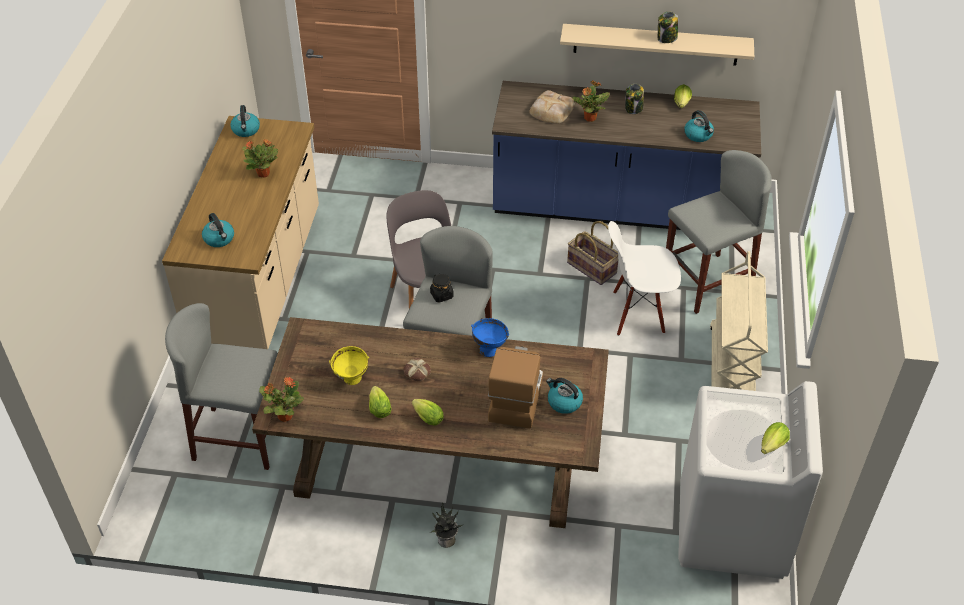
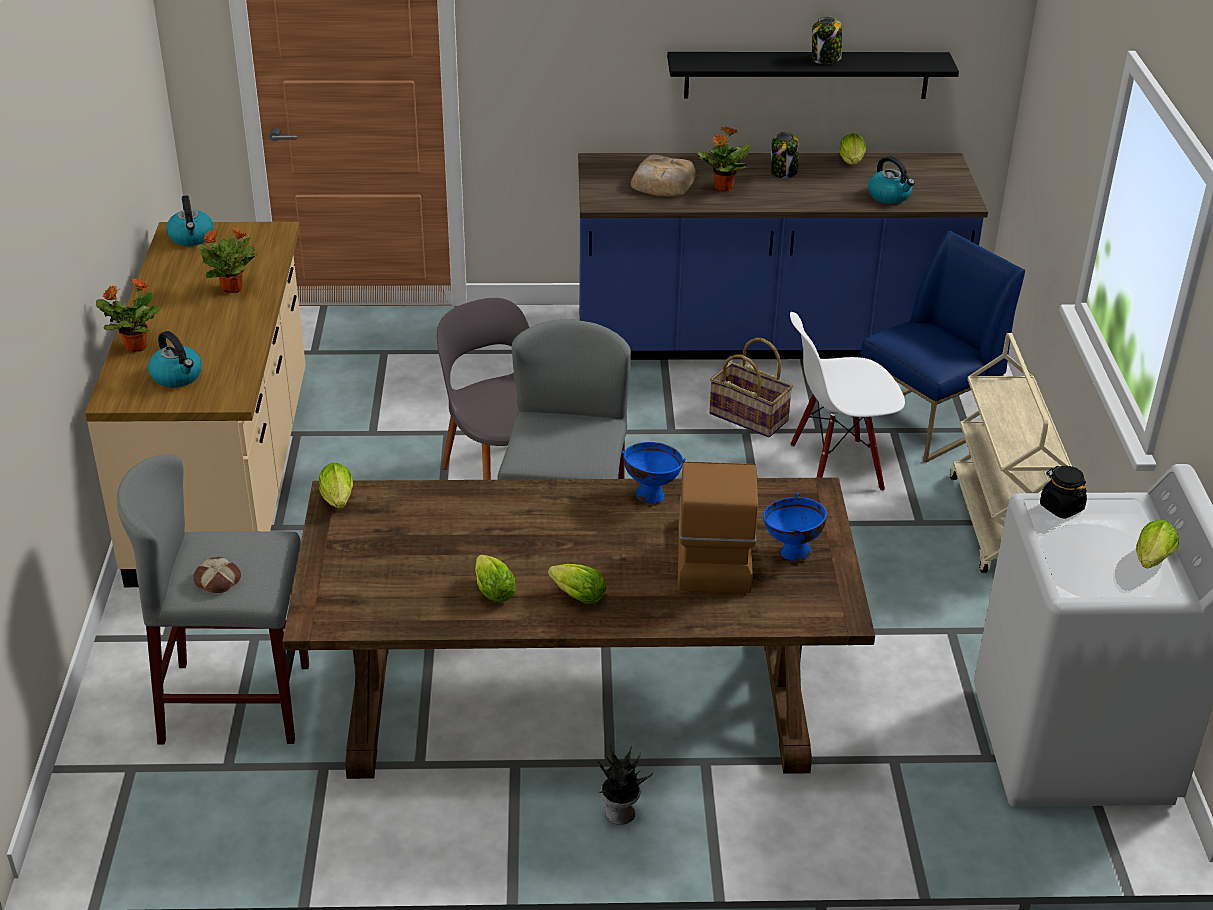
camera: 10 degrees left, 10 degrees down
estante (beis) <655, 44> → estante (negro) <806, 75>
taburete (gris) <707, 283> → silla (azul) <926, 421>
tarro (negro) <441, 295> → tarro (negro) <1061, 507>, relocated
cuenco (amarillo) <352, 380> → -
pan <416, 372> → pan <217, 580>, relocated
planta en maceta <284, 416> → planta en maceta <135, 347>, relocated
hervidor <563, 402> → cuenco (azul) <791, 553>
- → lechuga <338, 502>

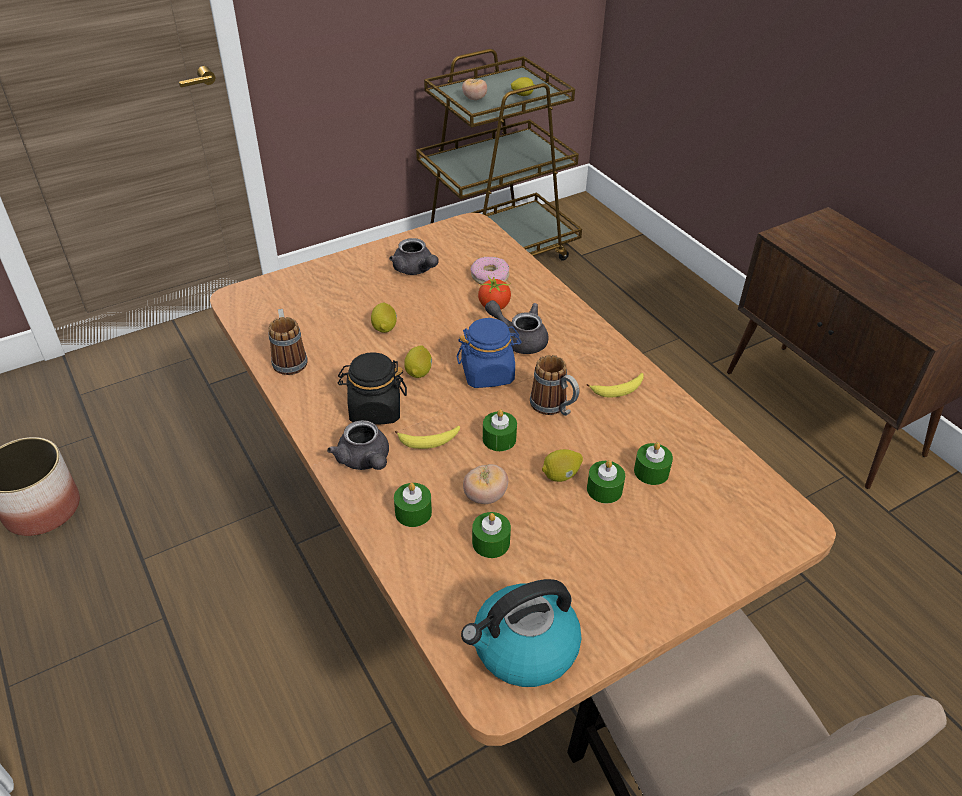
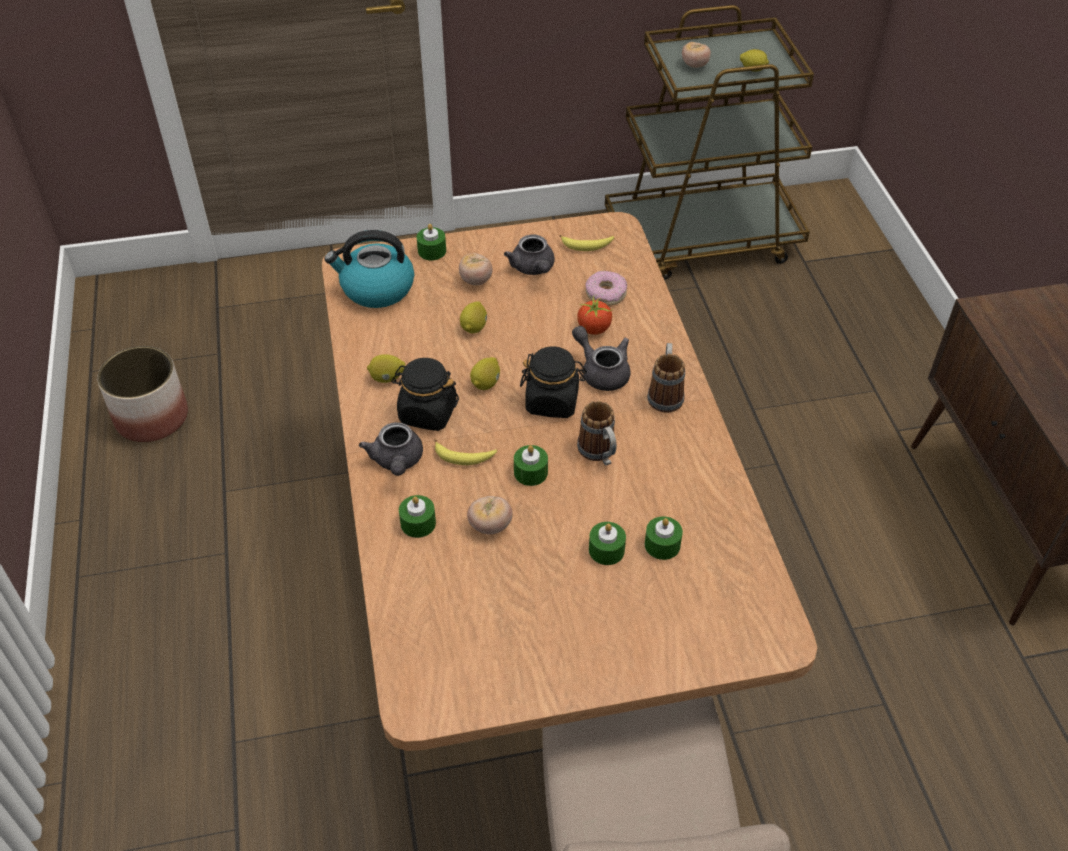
camera: 20 degrees right, 5 degrees up
taza grande <289, 359> → taza grande <665, 394>, relocated
tarro (azul) <488, 373> → tarro (negro) <552, 401>
plátano <618, 389> → plátano <587, 246>, relocated
limón <561, 475> → limón <387, 378>, relocated
vela (verde) <491, 542> → vela (verde) <432, 251>, relocated
hervidor <523, 648> → hervidor <376, 289>, relocated
- → tomate <476, 280>

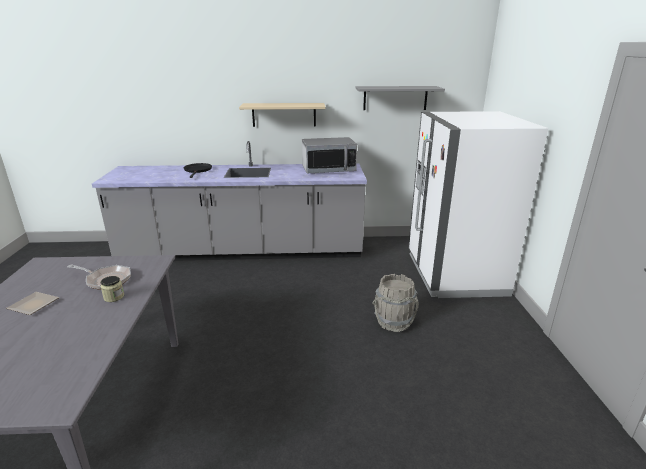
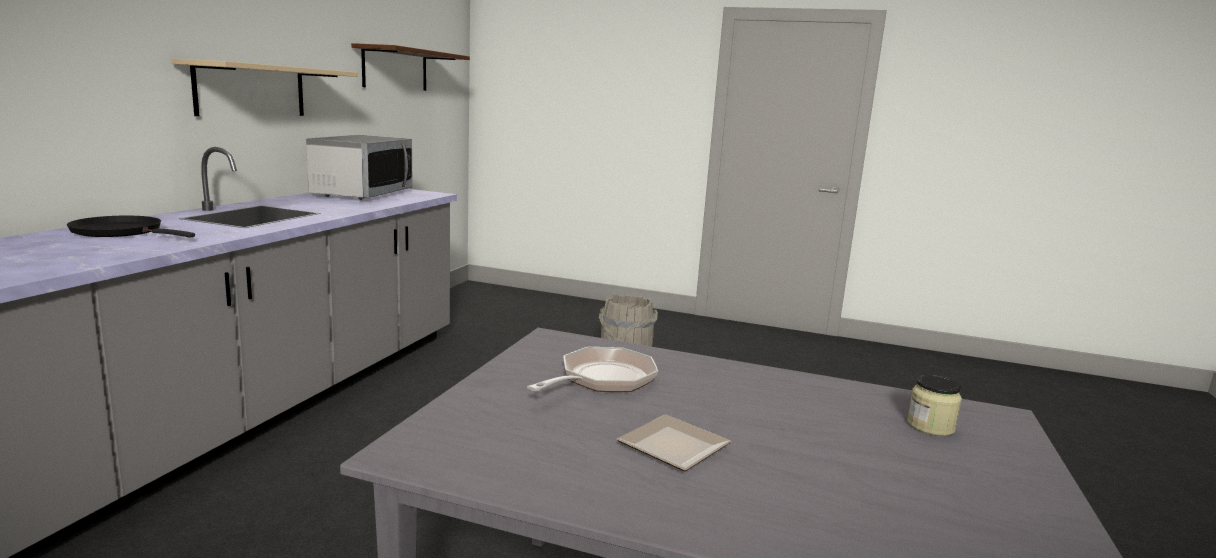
camera: 70 degrees left, 10 degrees down
estante (gris) <395, 98> → estante (marrón) <395, 69>
nevera (blanco) <454, 274> → -
tarro <114, 297> → tarro <930, 426>, relocated

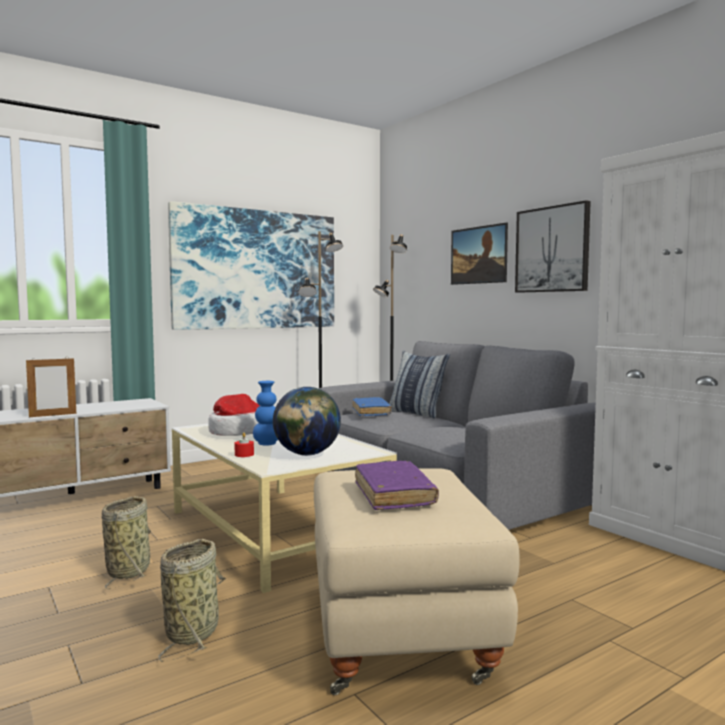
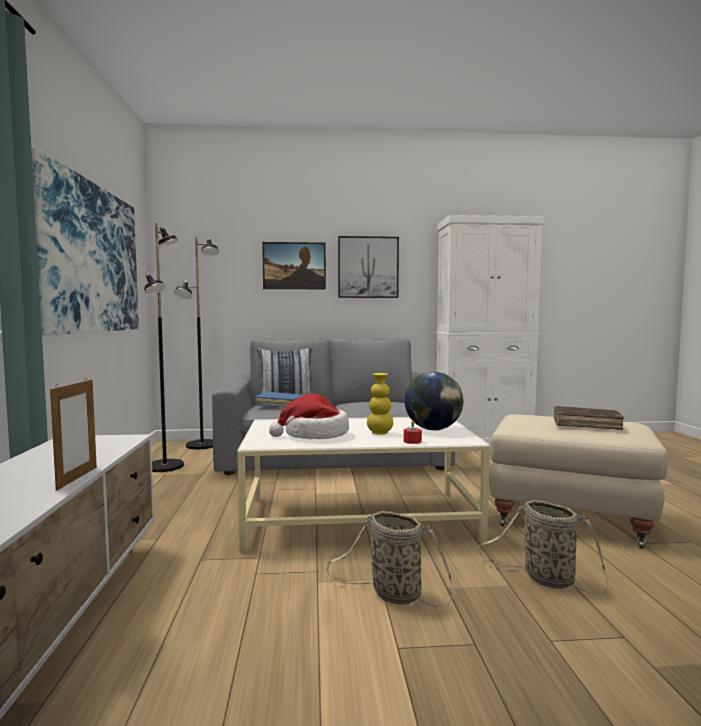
camera: 60 degrees left, 0 degrees up
florero (azul) <267, 444> → florero (amarillo) <379, 433>
libro (morado) <394, 495> → libro (marrón) <586, 424>

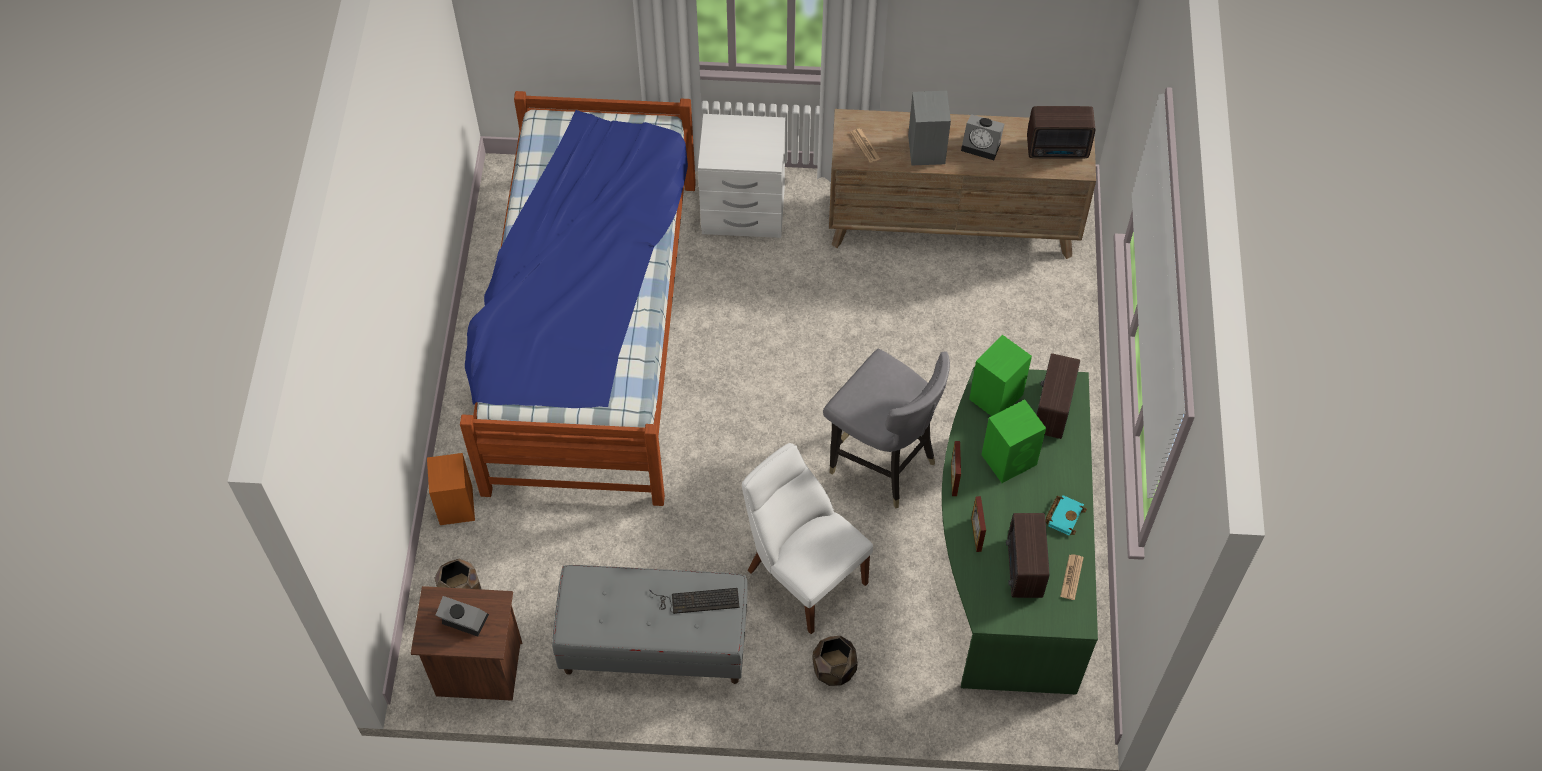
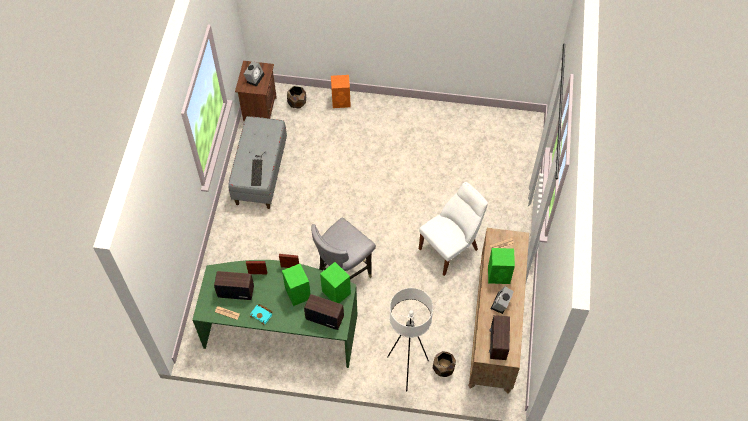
camera: 95 degrees right, 0 degrees up
cama <591, 332> → -
altavoz (gris) <926, 148> → altavoz (verde) <499, 275>
mesita de noche (blanco) <743, 212> → -
silla (blanco) <803, 573> → silla (blanco) <450, 248>, relocated
maceta (marrón) <833, 669> → maceta (marrón) <443, 368>, relocated
- → lámpara de pie (blanco) <407, 369>

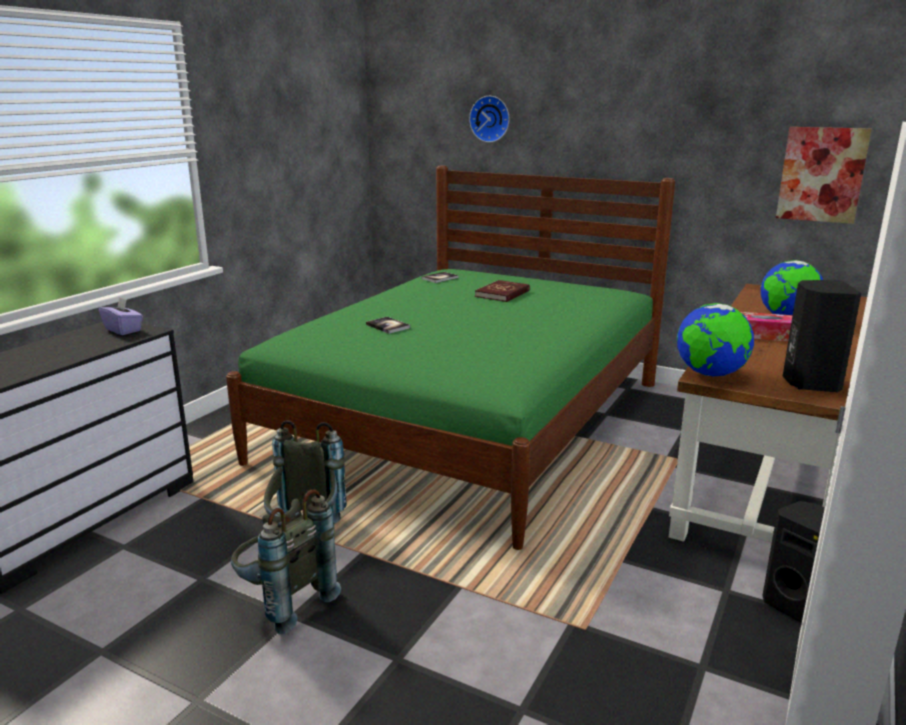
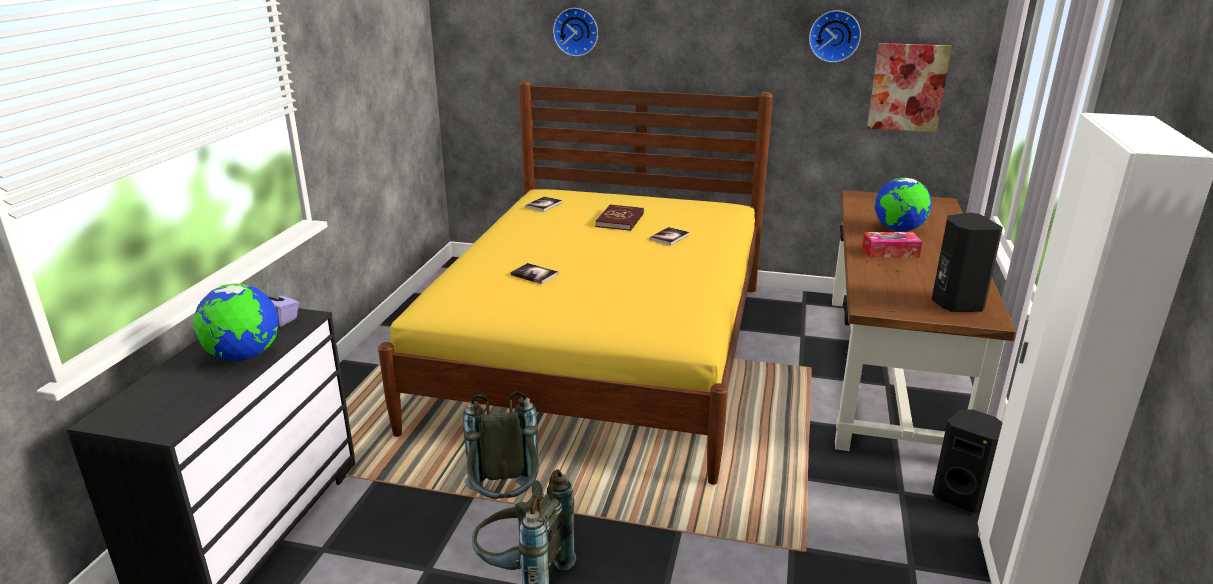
camera: 15 degrees left, 5 degrees up
cama (verde) <469, 420> → cama (amarillo) <601, 351>
globo terráqueo <710, 374> → globo terráqueo <244, 356>, relocated
- → reloj de pared <834, 36>
- → libro <669, 237>

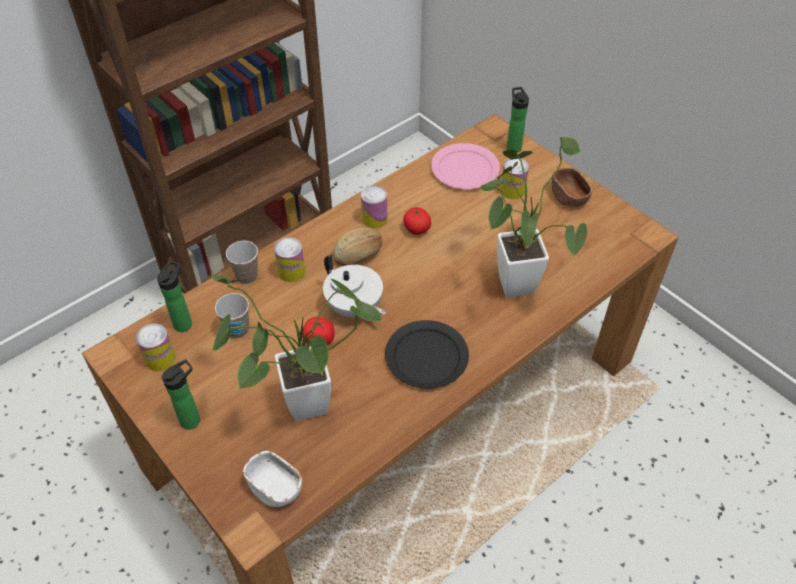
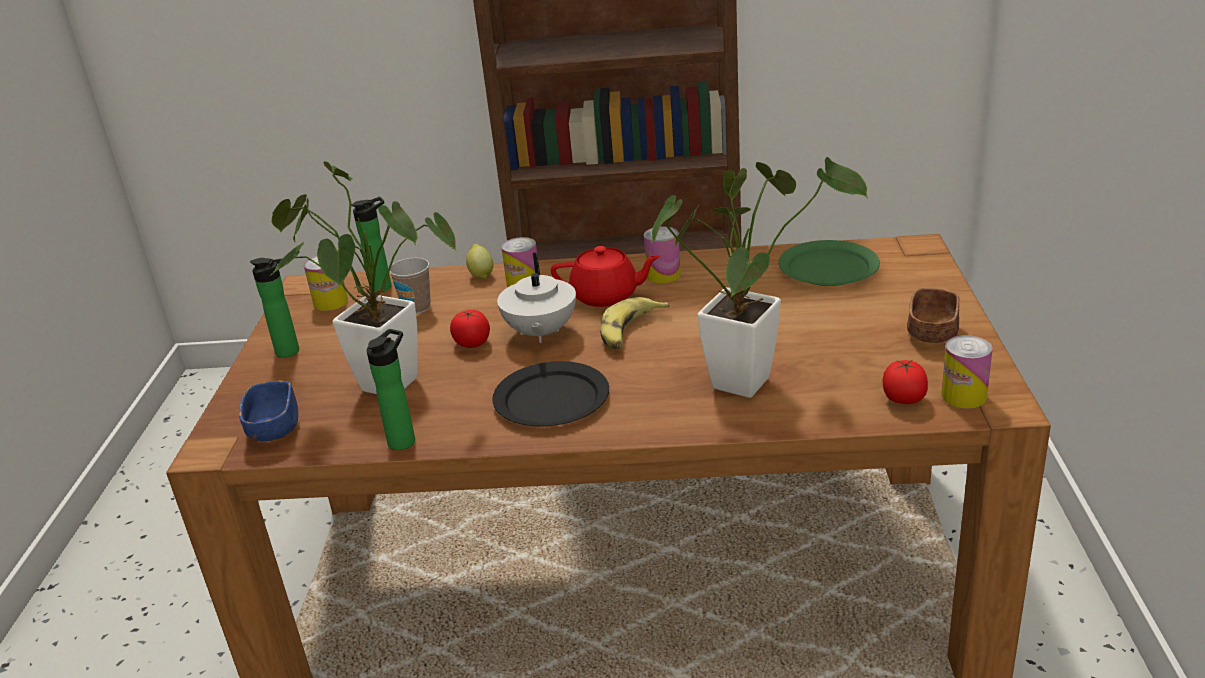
camera: 45 degrees right, 20 degrees down
botella <513, 146> → botella <404, 440>, relocated
plato (rosa) <465, 169> → plato (verde) <829, 267>
lata <512, 190> → lata <963, 396>, relocated
tomate <416, 229> → tomate <903, 398>, relocated
pan <359, 254> → tetera (rojo) <606, 296>
taza <247, 276> → limón <481, 274>
cuenco (blanco) <275, 487> → cuenco (azul) <273, 428>
- → plátano <630, 332>

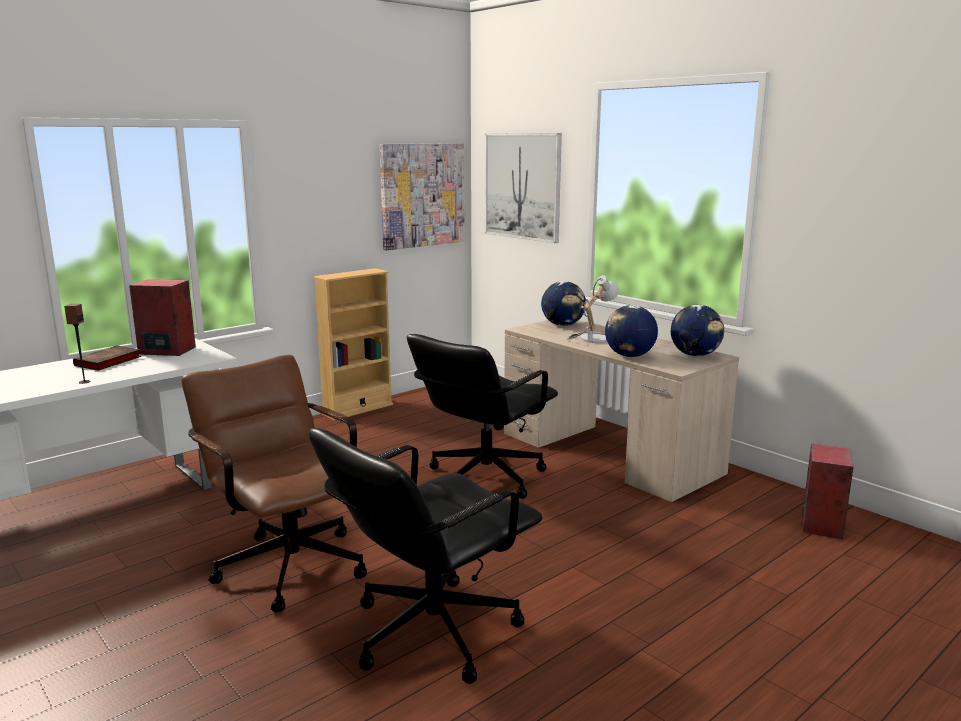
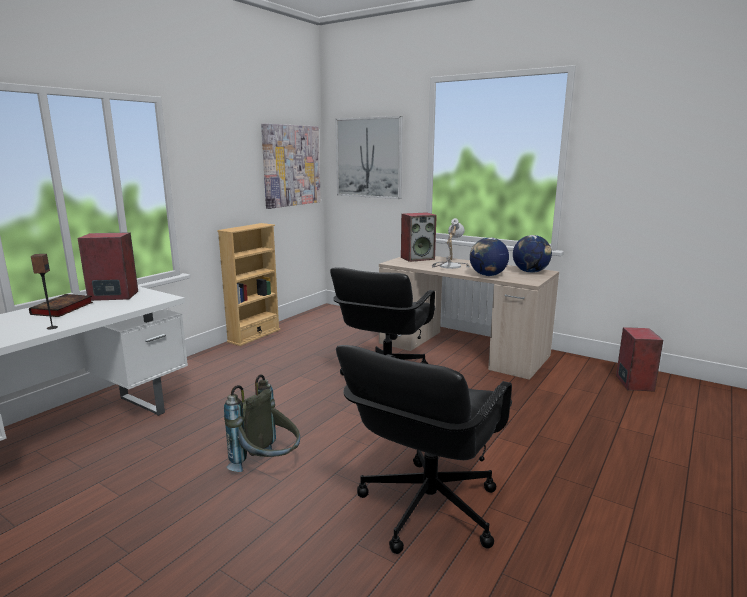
camera: 15 degrees left, 0 degrees up
globo terráqueo <563, 325> → altavoz <417, 258>
silla de oficina (marrón) <286, 561> → mochila (gris) <268, 467>

